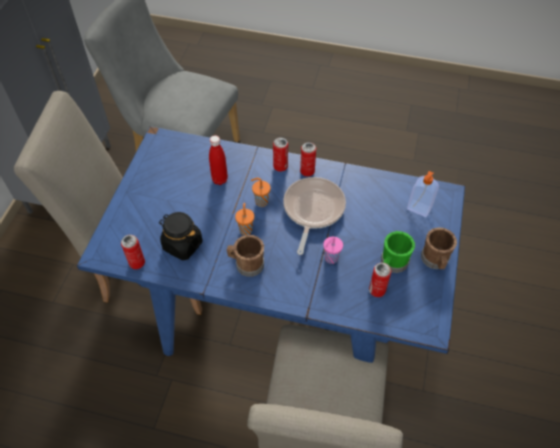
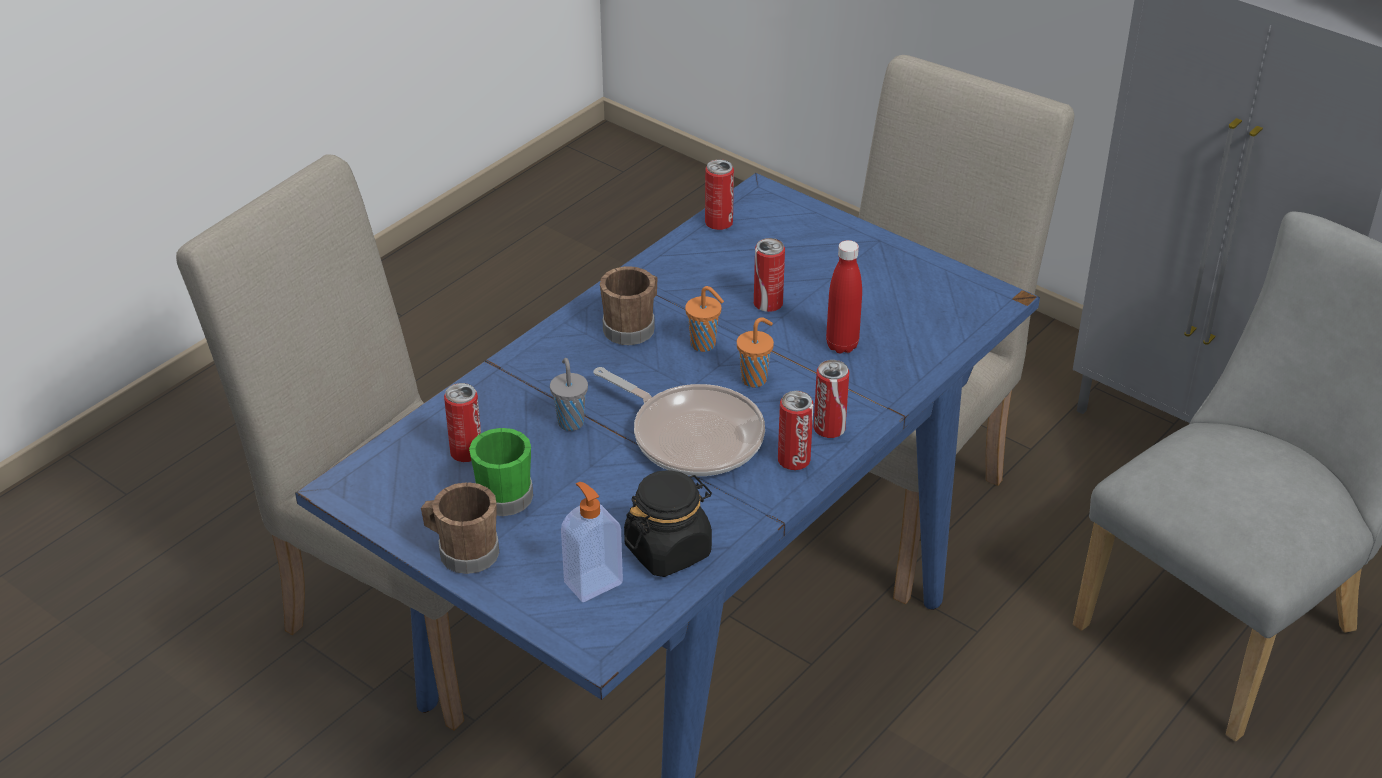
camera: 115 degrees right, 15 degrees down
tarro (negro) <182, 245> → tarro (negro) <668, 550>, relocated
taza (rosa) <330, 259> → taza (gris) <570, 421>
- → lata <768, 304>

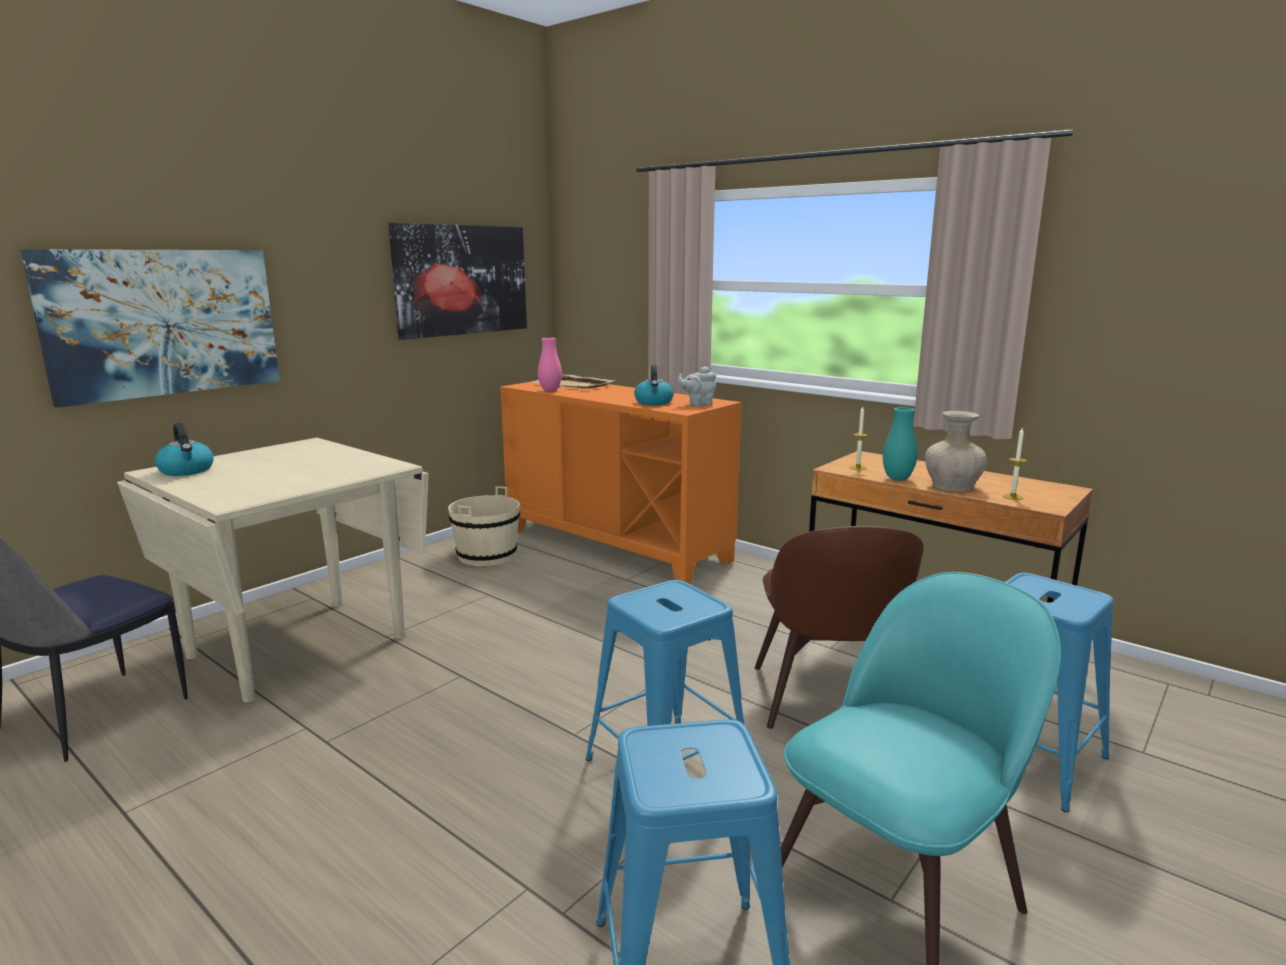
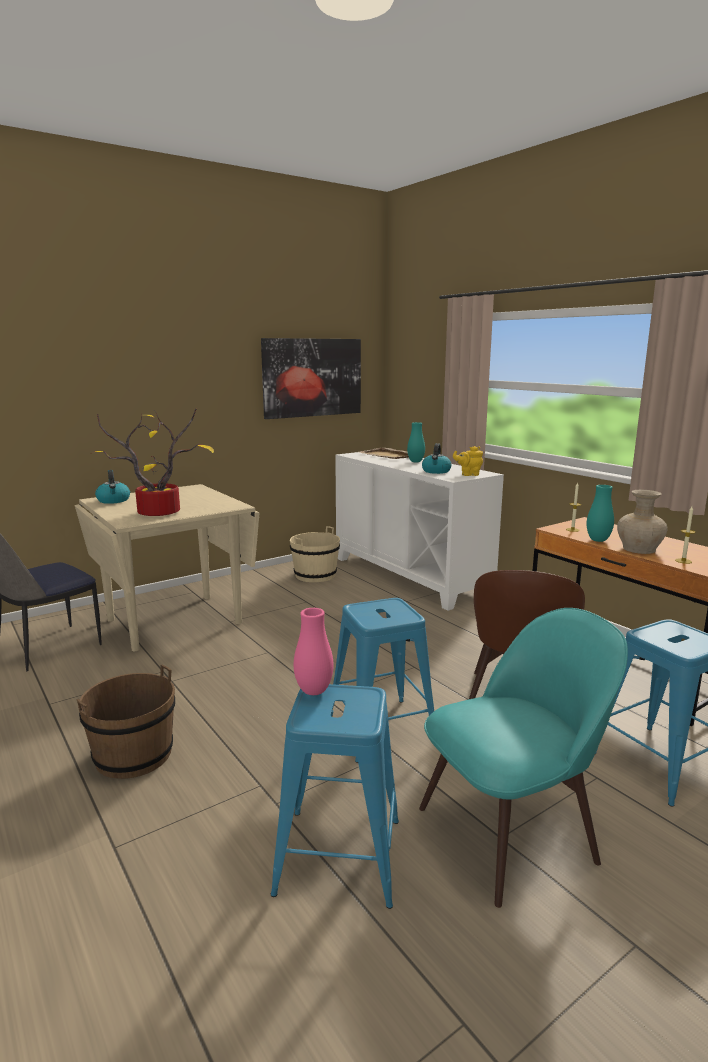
camera: 15 degrees right, 0 degrees up
cuadro <163, 322> → -
florero (rosa) <550, 390> → florero (rosa) <314, 691>, relocated
tetera (gris) <698, 404> → tetera (amarillo) <468, 474>
armario (naranja) <616, 544> → armario (blanco) <410, 576>
- → planta en maceta <161, 512>
- → florero (turquesa) <415, 462>
- → cubo (marrón) <133, 755>

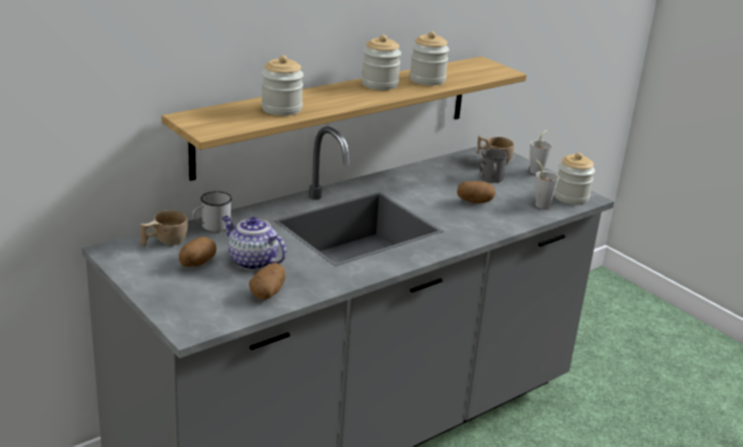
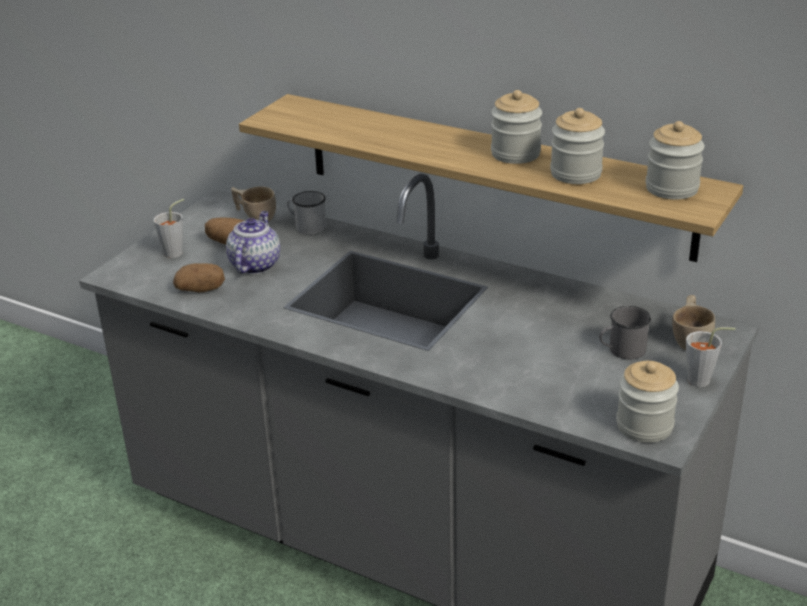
camera: 70 degrees right, 5 degrees up
tarro <281, 109> → tarro <671, 188>, relocated
taza (gris) <540, 203> → taza (gris) <177, 252>, relocated
patata <475, 201> → -

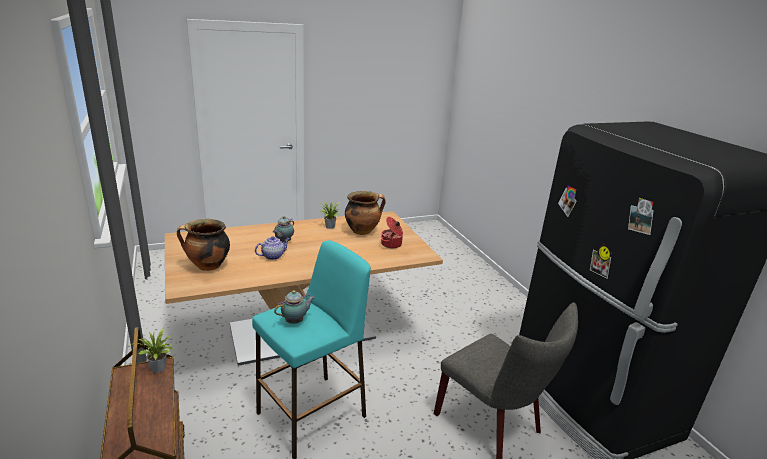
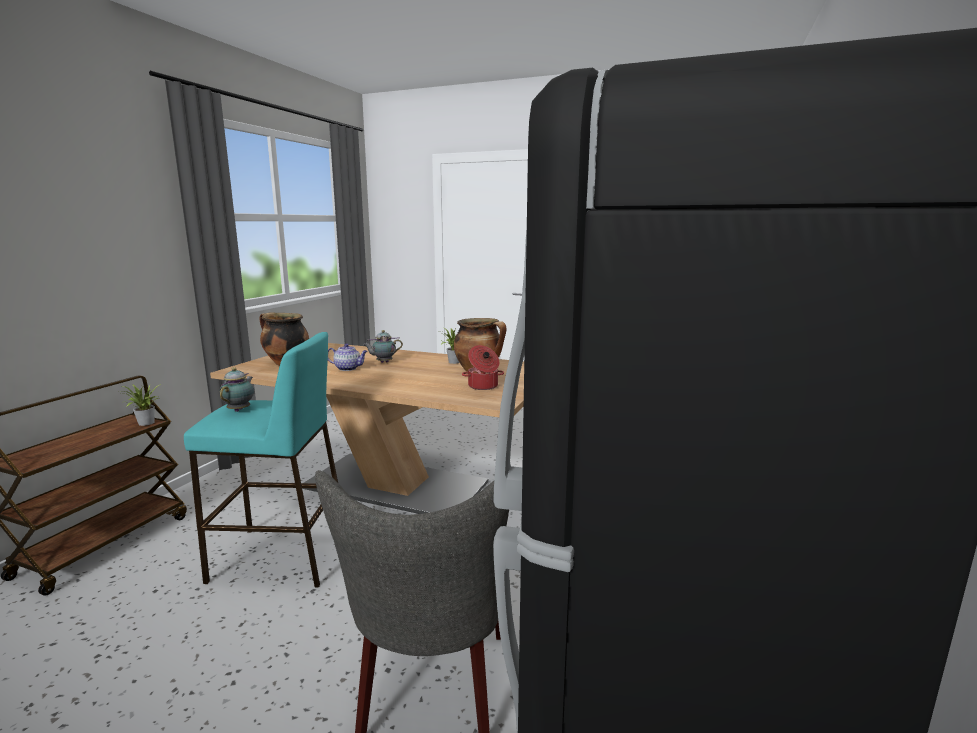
camera: 45 degrees right, 10 degrees down
tetera <295, 321> → tetera <240, 409>, 90 degrees counterclockwise

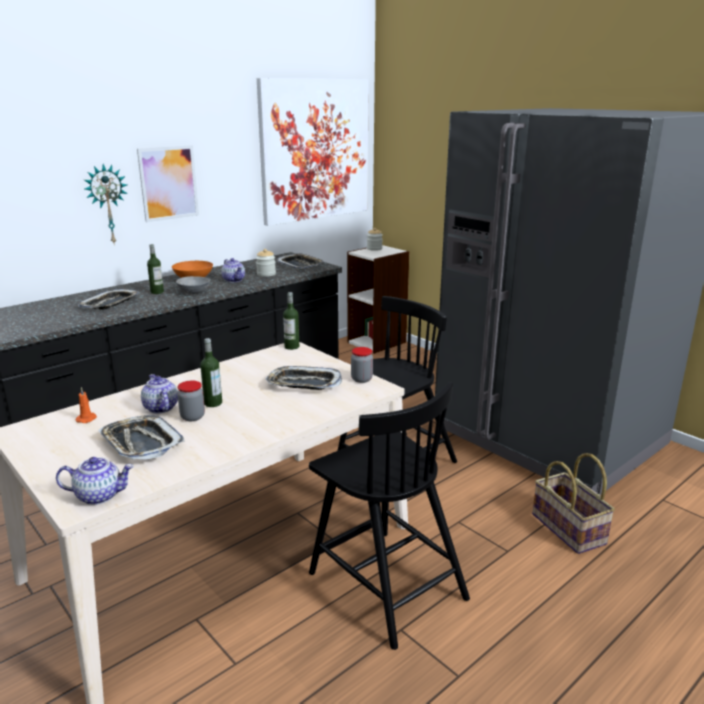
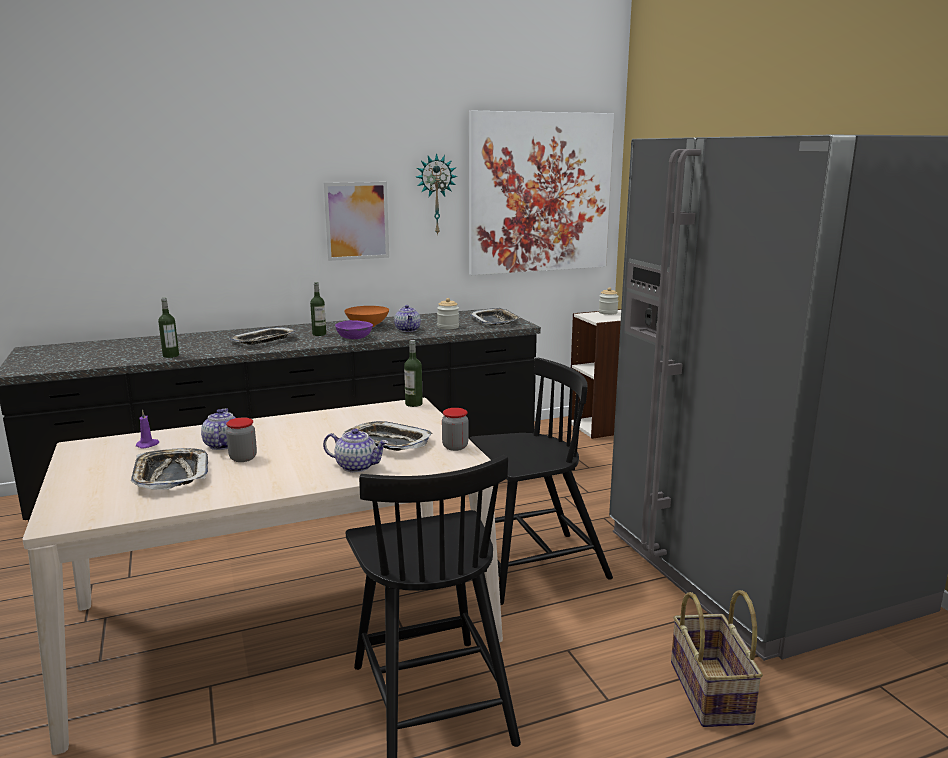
camera: 20 degrees right, 5 degrees down
reloj de pared <107, 204> → reloj de pared <435, 194>, relocated
cuenco (gris) <193, 292> → cuenco (morado) <354, 338>
botella <213, 403> → botella <171, 355>, relocated
vela (naranja) <87, 419> → vela (morado) <148, 445>
tetera <99, 495> → tetera <357, 466>, relocated

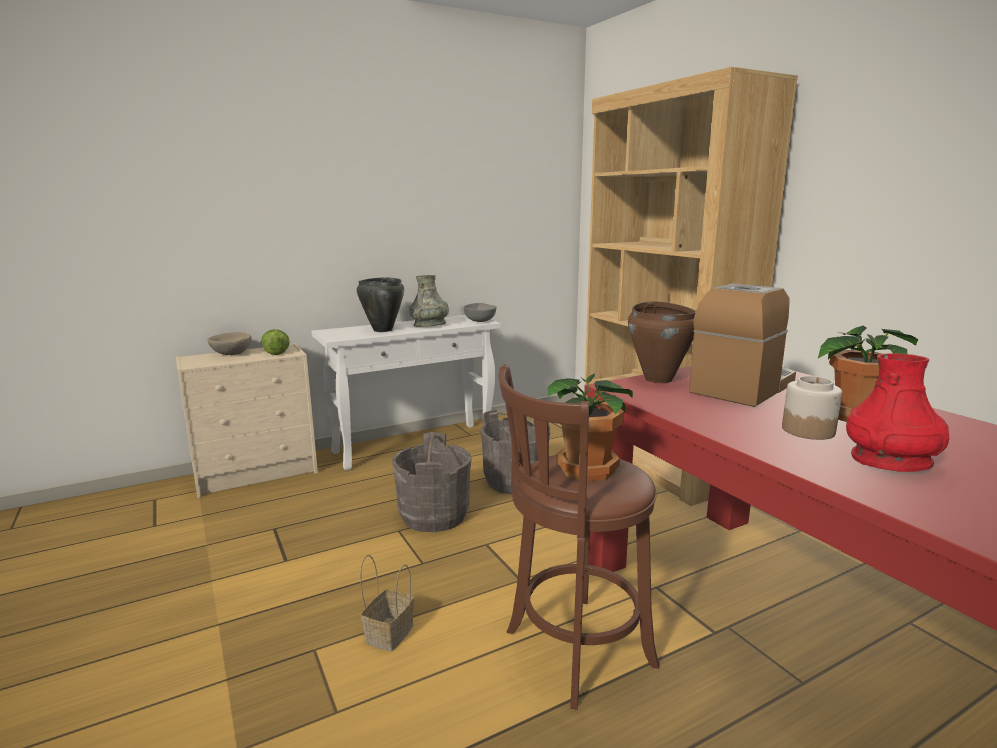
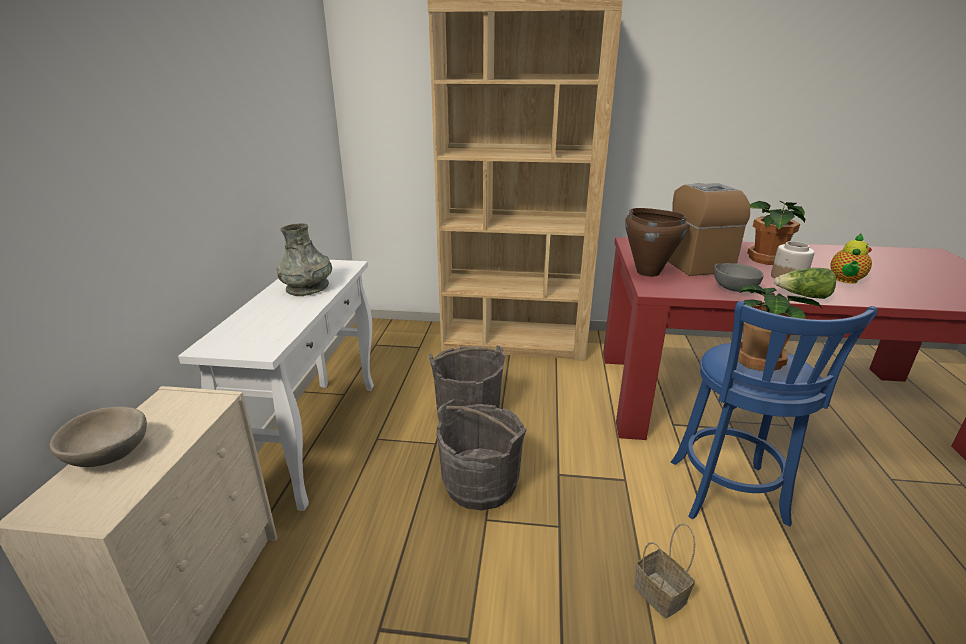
camera: 55 degrees left, 10 degrees up
olla (negro) <382, 330> → -
cuenco (gris) <480, 321> → cuenco (gris) <733, 289>, relocated
lechuga <275, 352> → lechuga <802, 296>, relocated
florero (rojo) <890, 460> → tetera <845, 280>
taburete (marrón) <573, 651> → taburete (azul) <728, 496>

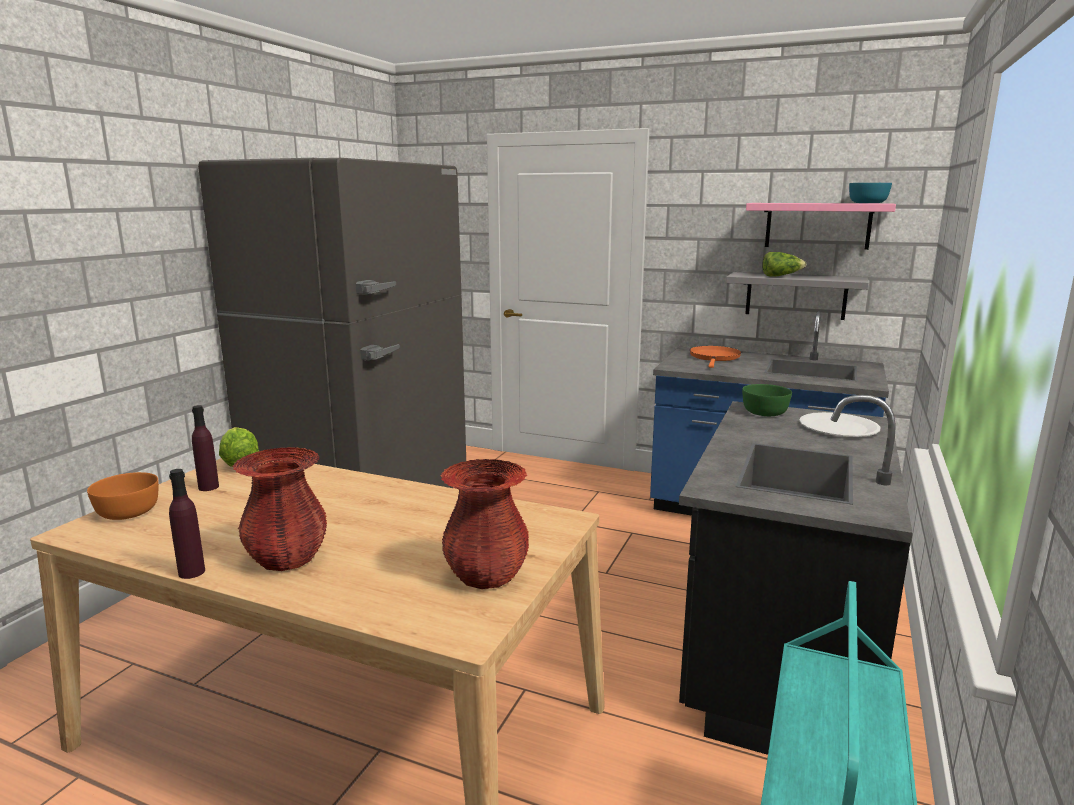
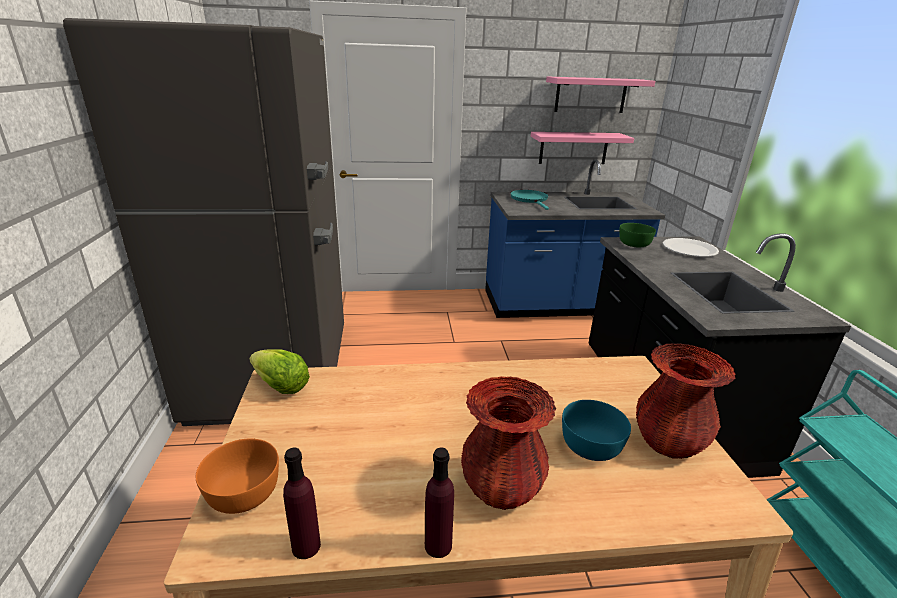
camera: 30 degrees left, 10 degrees up
cuenco (turquesa) <867, 203> → cuenco (turquesa) <591, 446>, relocated
lechuga <781, 276> → -
estante (gris) <795, 295> → estante (rosa) <573, 148>
sartén (naranja) <715, 358> → sartén (turquesa) <530, 199>
botella (morado) <208, 487> → botella (morado) <306, 546>, relocated

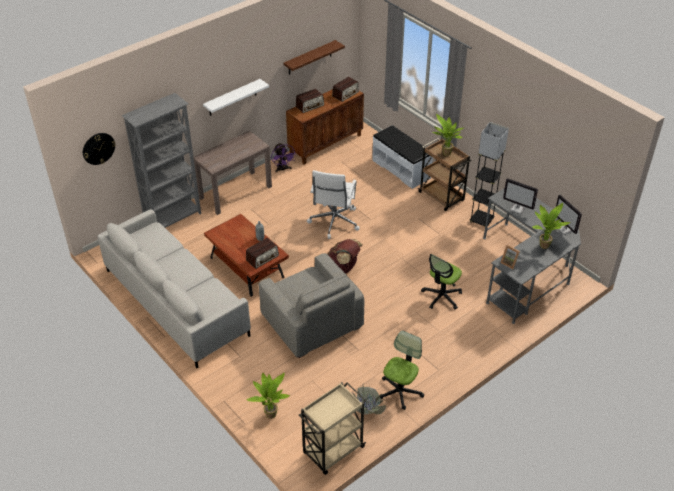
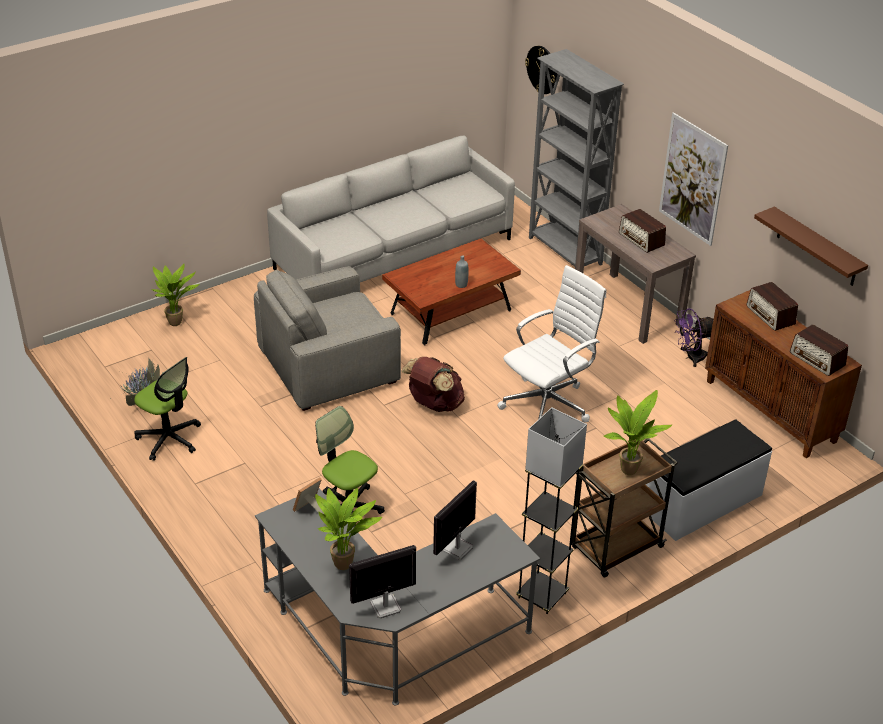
camera: 95 degrees right, 5 degrees down
estante (blanco) <232, 98> → cuadro <692, 179>
silla de oficina (blanco) <334, 222> → silla de oficina (blanco) <548, 404>, 120 degrees clockwise
radio <262, 258> → radio <641, 239>, relocated
carrito (beis) <332, 451> → -

